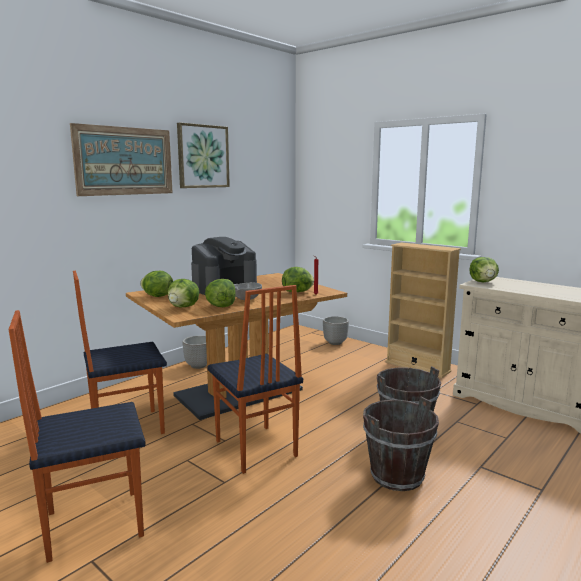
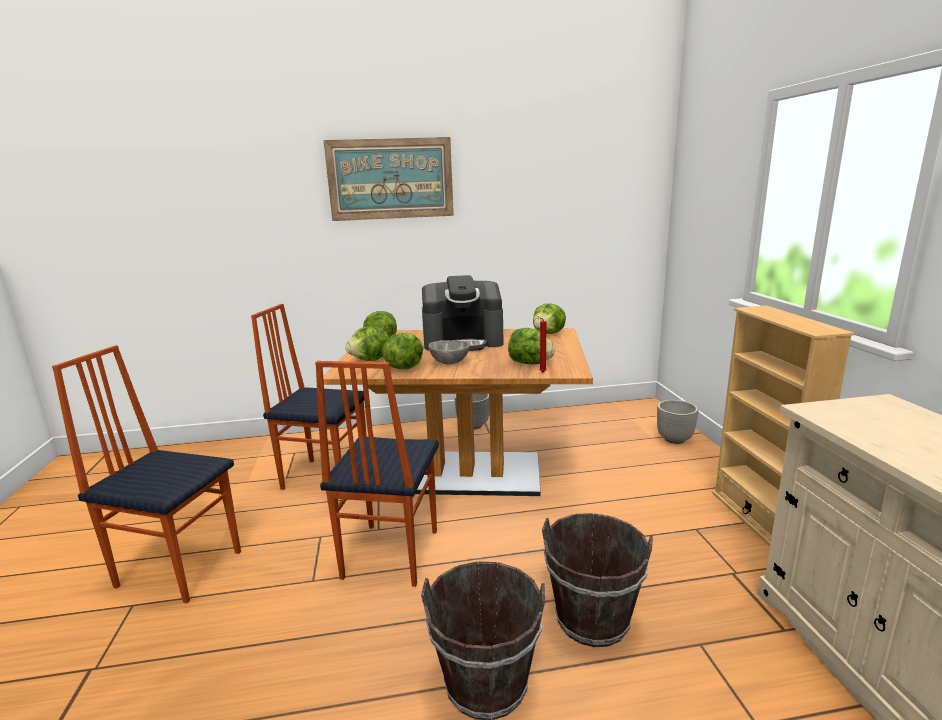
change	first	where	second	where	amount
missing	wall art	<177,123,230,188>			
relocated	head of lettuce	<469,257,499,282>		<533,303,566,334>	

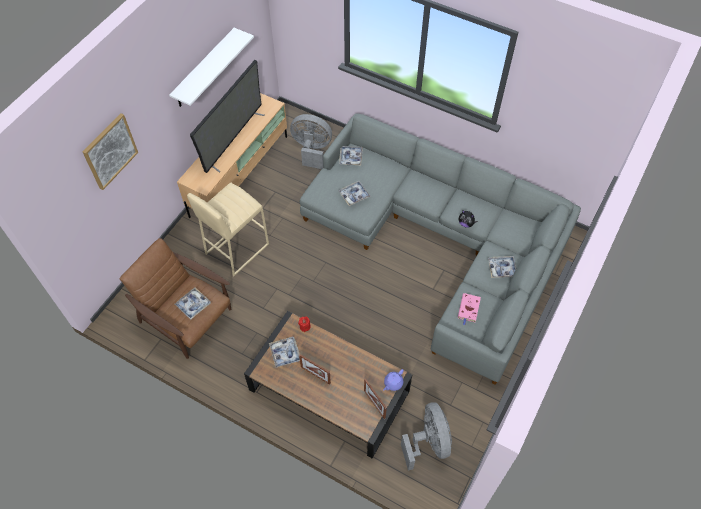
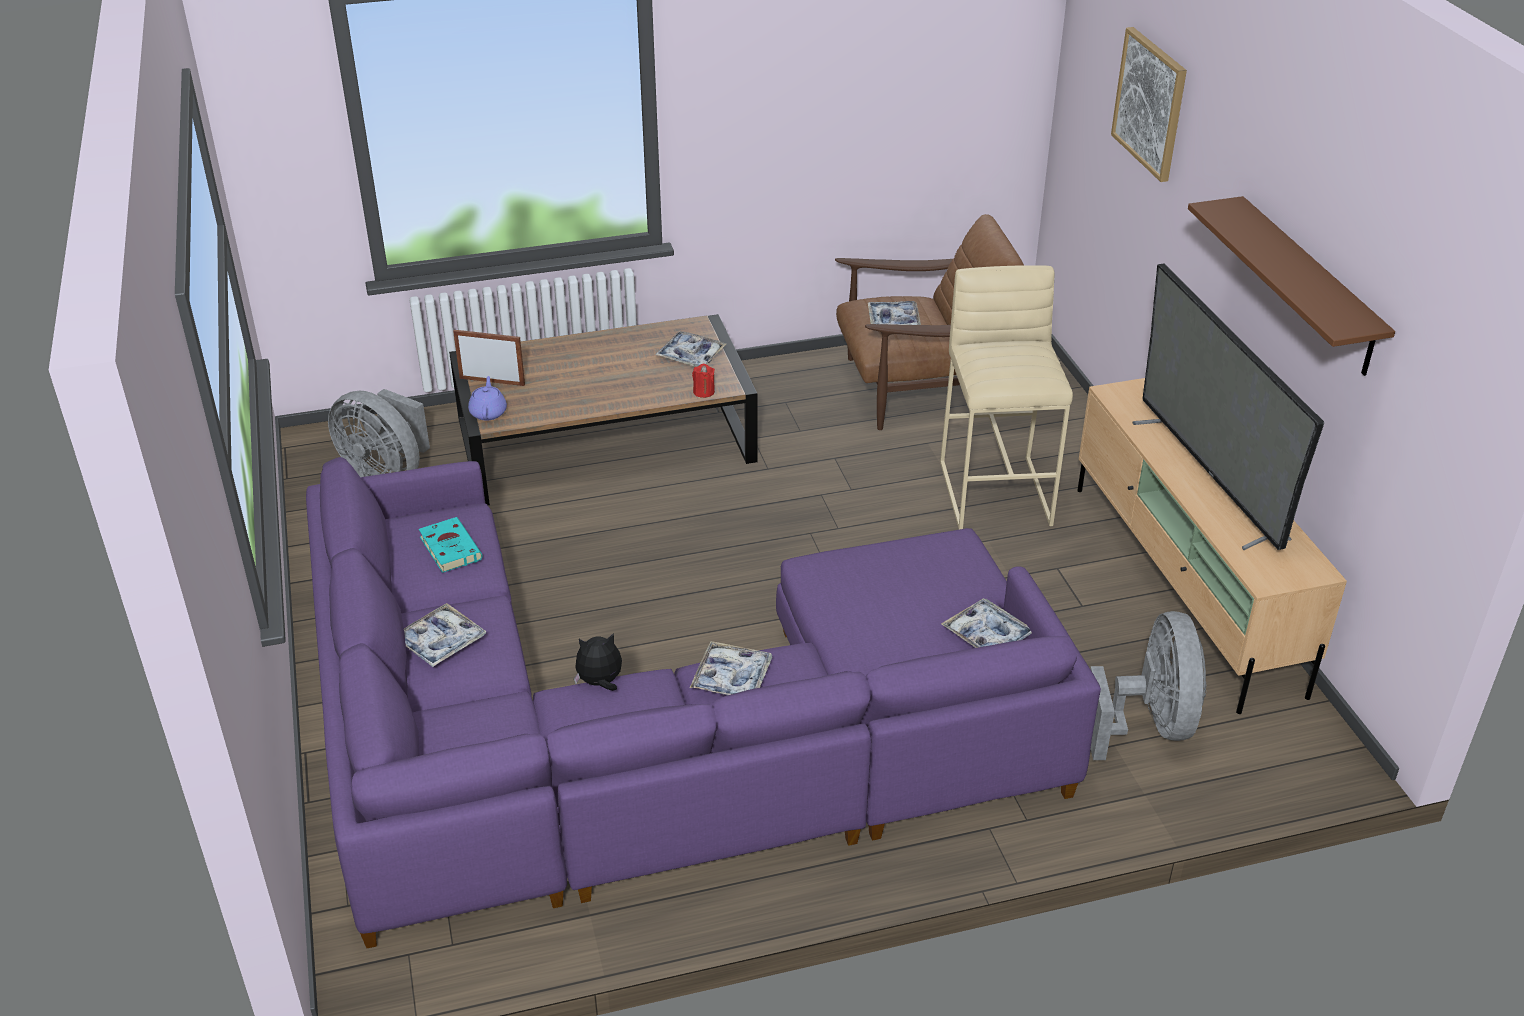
change	first	where	second	where	amount
missing	picture frame	<299,354,331,385>			
relocated	carrying tray	<338,181,371,206>		<690,641,773,695>	
colour	whitish wall shelf	<169,28,254,107>	brown-coloured wall shelf	<1188,196,1395,376>	
colour	greyish sofa	<300,114,581,384>	purple sofa	<306,457,1101,948>	
colour	pink volume	<458,293,481,325>	turquoise-coloured volume	<419,517,482,573>	
spun	greyish cooling fan	<290,114,332,169>		<1090,611,1207,760>	60 degrees counterclockwise

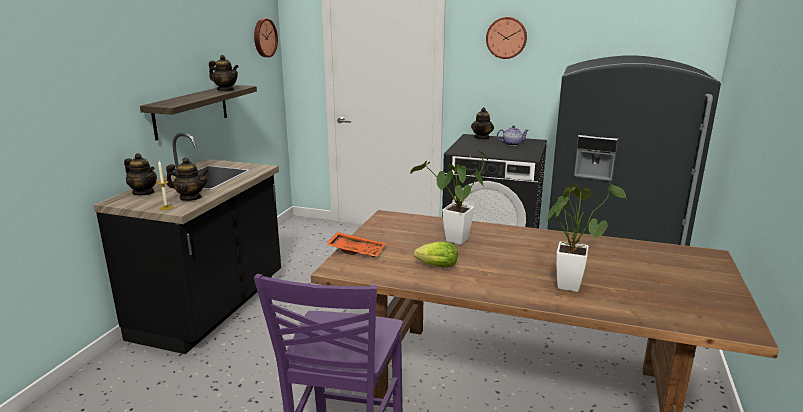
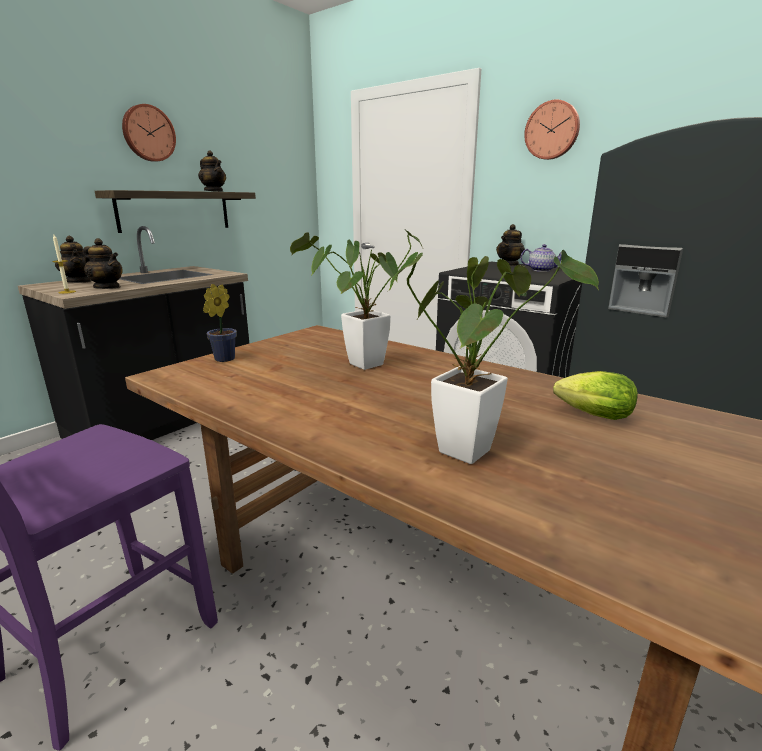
change	first	where	second	where	amount
relocated	wall clock	<254,19,278,57>		<122,104,176,162>	
relocated	head of lettuce	<414,242,458,268>		<553,371,638,420>	
exchanged	orange carrying tray	<326,232,386,257>	plant in a pot	<203,284,237,362>	

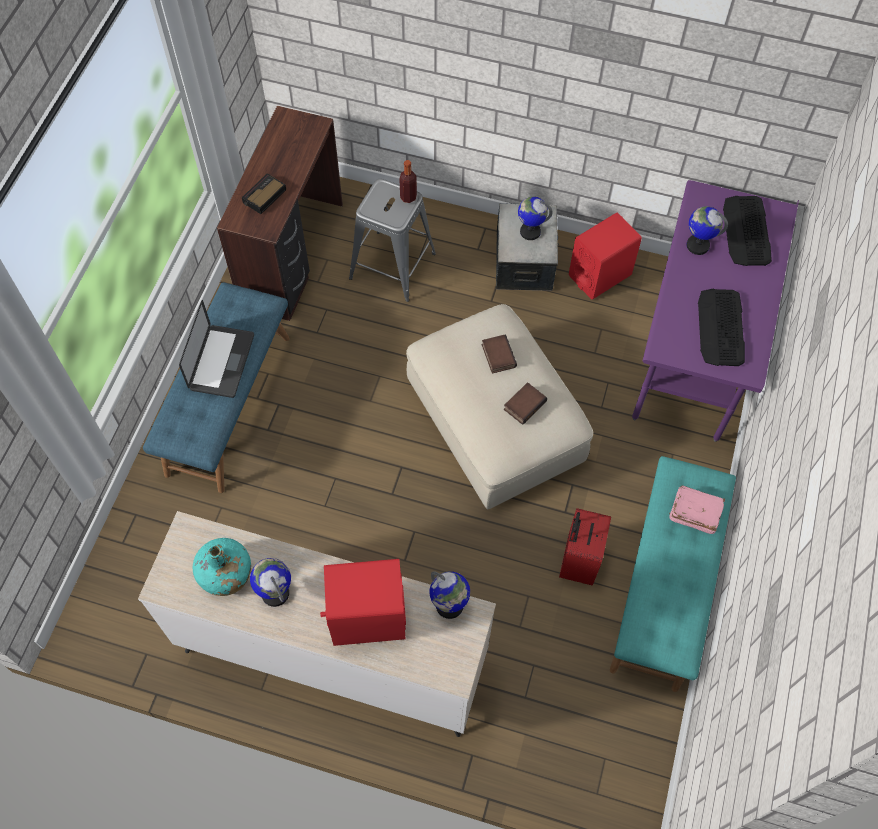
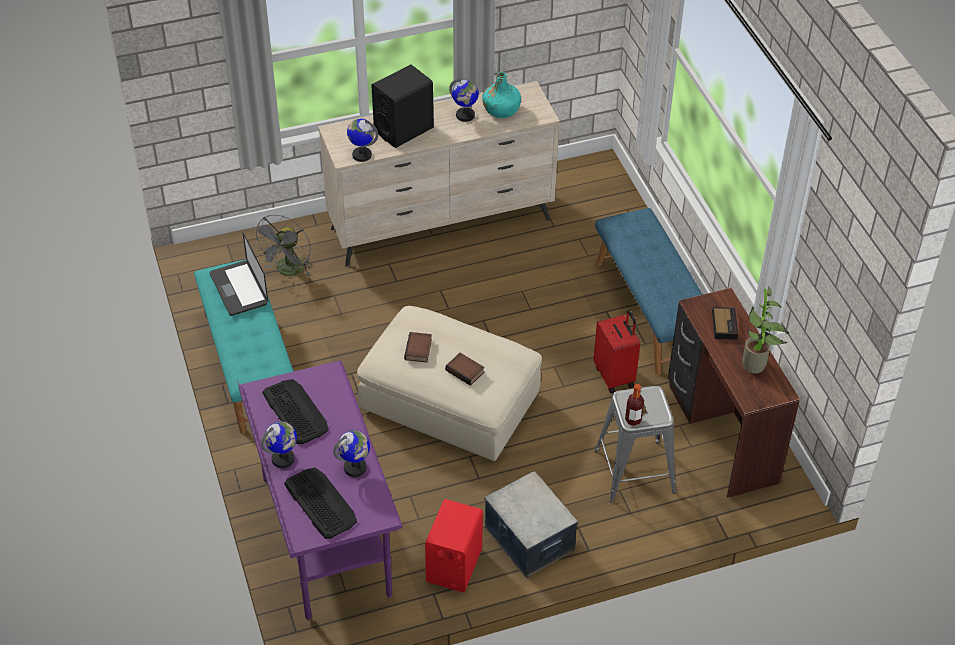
change	first	where	second	where	amount
missing	pink volume	<669,485,725,534>			
appeared			greyish cooling fan	<252,215,314,276>	
appeared			plant in a pot	<742,286,789,373>	
relocated	portable computer	<179,300,254,398>		<210,232,268,316>	
relocated	desk globe	<518,196,553,240>		<261,421,297,468>	
relocated	red suitcase	<559,508,611,586>		<594,310,640,393>	
colour	red audio speaker	<320,559,406,646>	black audio speaker	<371,64,434,148>	

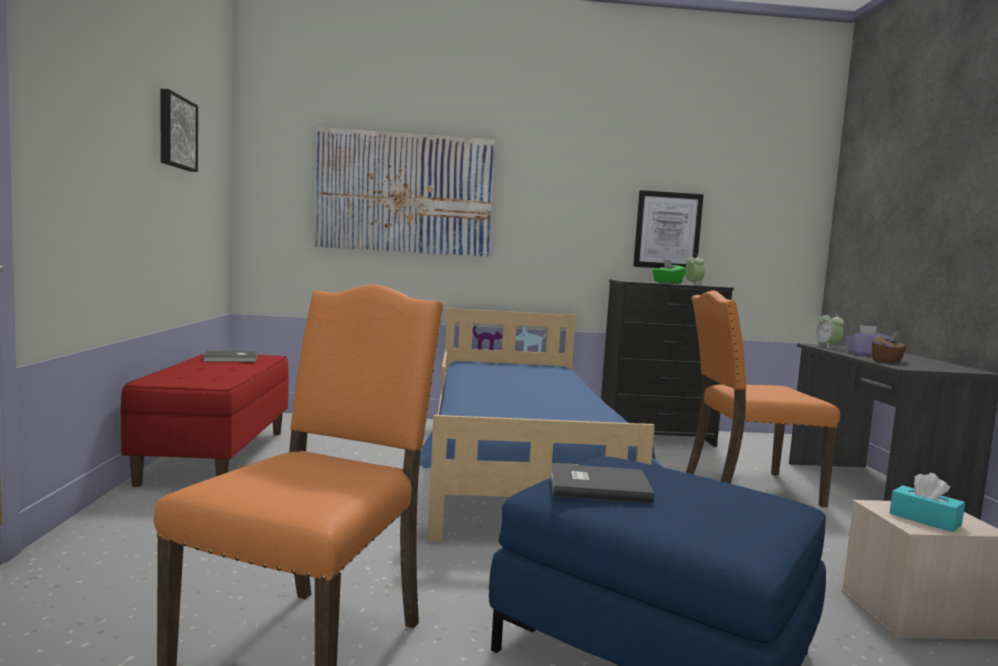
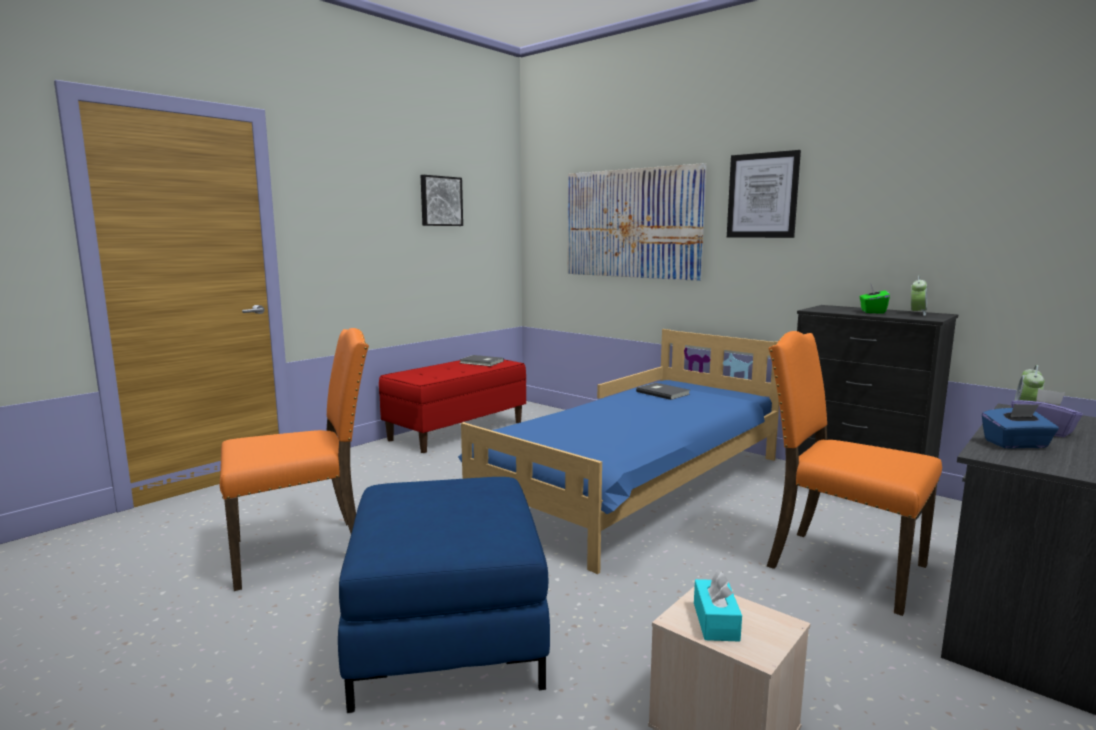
change	first	where	second	where	amount
relocated	greyish volume	<551,463,654,504>		<636,383,690,400>	
relocated	wall art	<633,190,704,268>		<727,150,801,238>	
colour	brown-coloured tissue box	<872,331,907,363>	blue-coloured tissue box	<982,404,1059,449>	

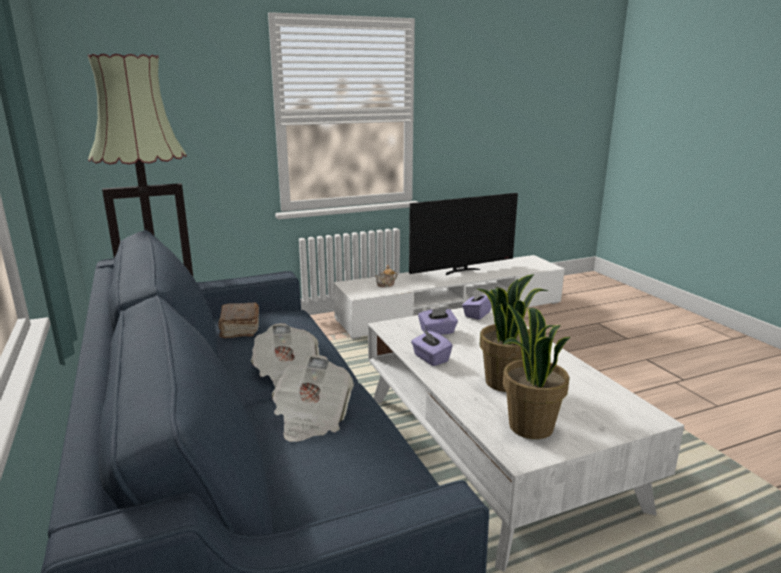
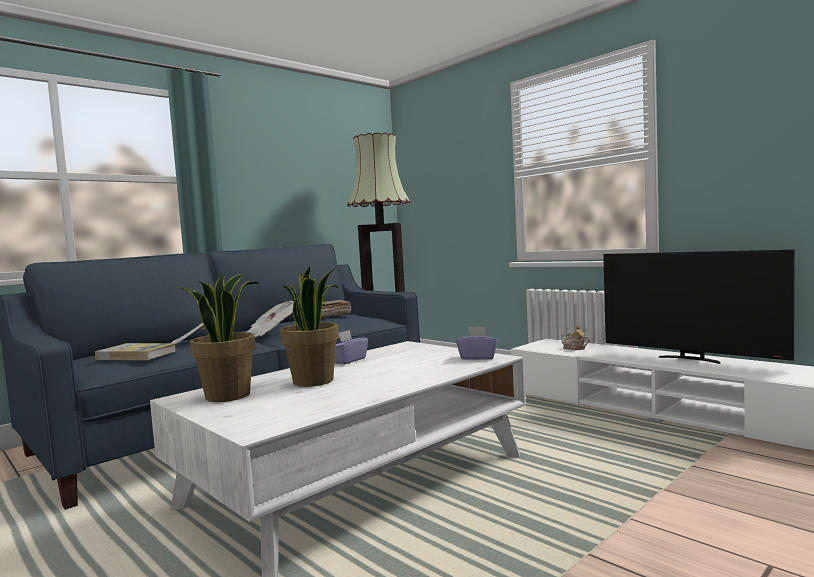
change	first	where	second	where	amount
missing	purple tissue box	<418,308,458,335>			
appeared			volume	<95,343,176,360>	

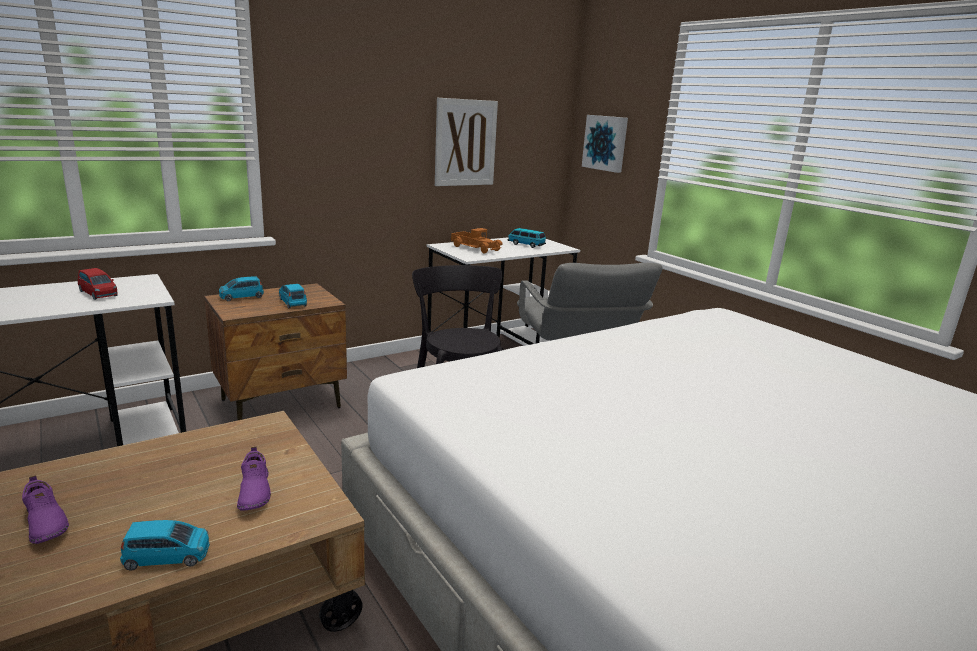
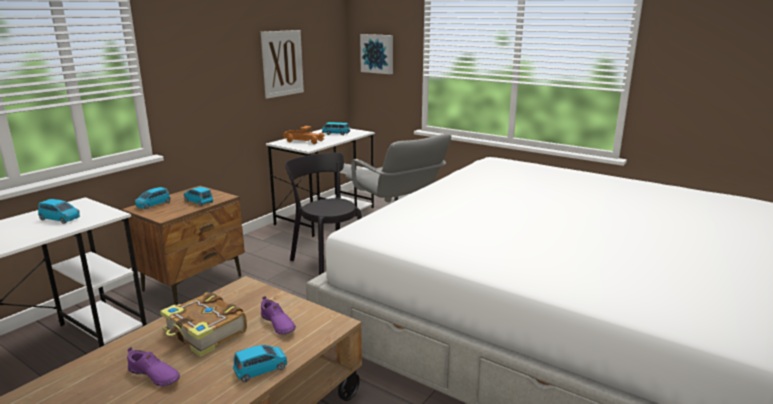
change	first	where	second	where	amount
appeared			volume	<160,292,247,357>	
colour	red model car	<78,268,118,300>	blue-coloured model car	<38,199,80,224>	

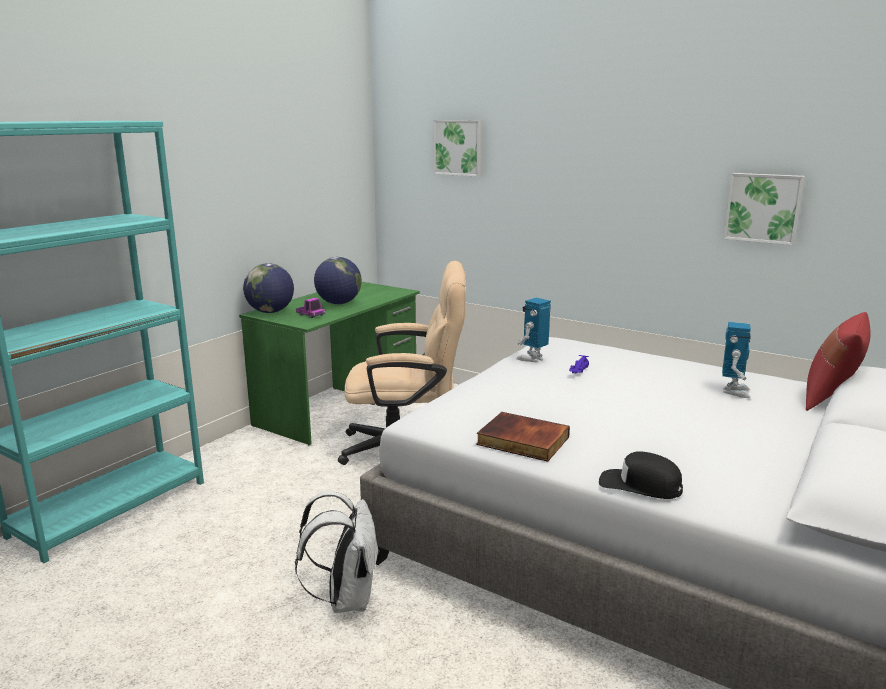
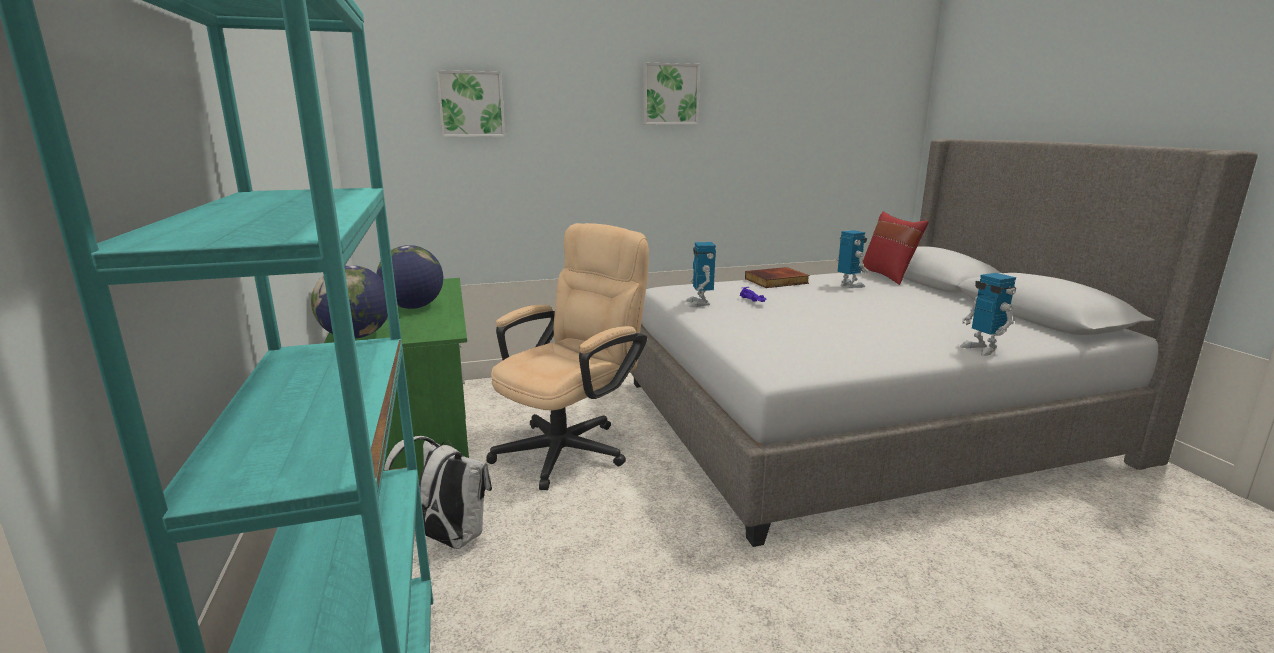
change	first	where	second	where	amount
missing	toy truck	<296,298,325,318>			
relocated	whitish backpack	<295,491,378,613>		<384,436,492,549>	
relocated	volume	<476,412,570,462>		<745,267,810,288>	
relocated	wall art	<723,173,805,245>		<643,63,700,124>	
exchanged	black cap	<599,451,683,499>	toy robot	<960,273,1016,356>	

